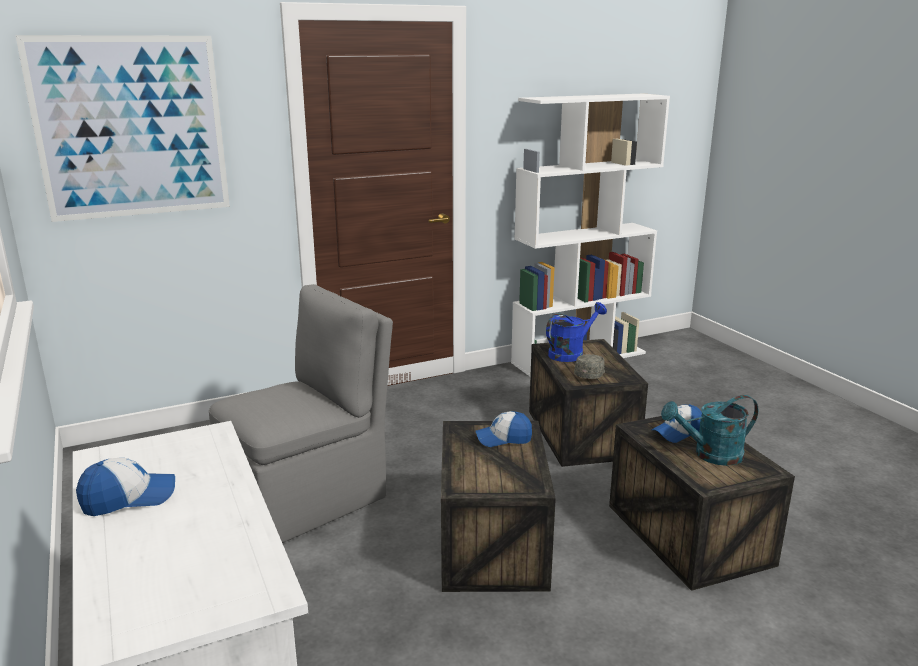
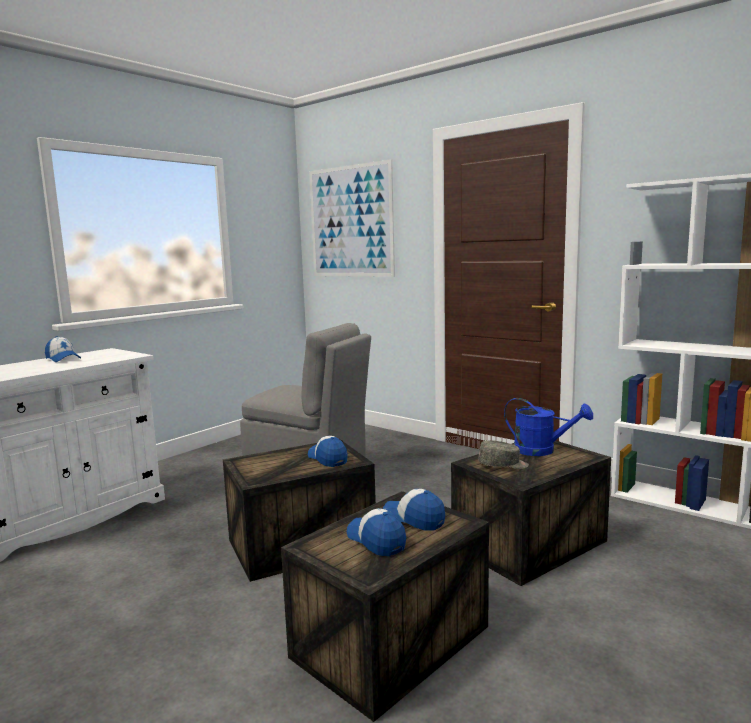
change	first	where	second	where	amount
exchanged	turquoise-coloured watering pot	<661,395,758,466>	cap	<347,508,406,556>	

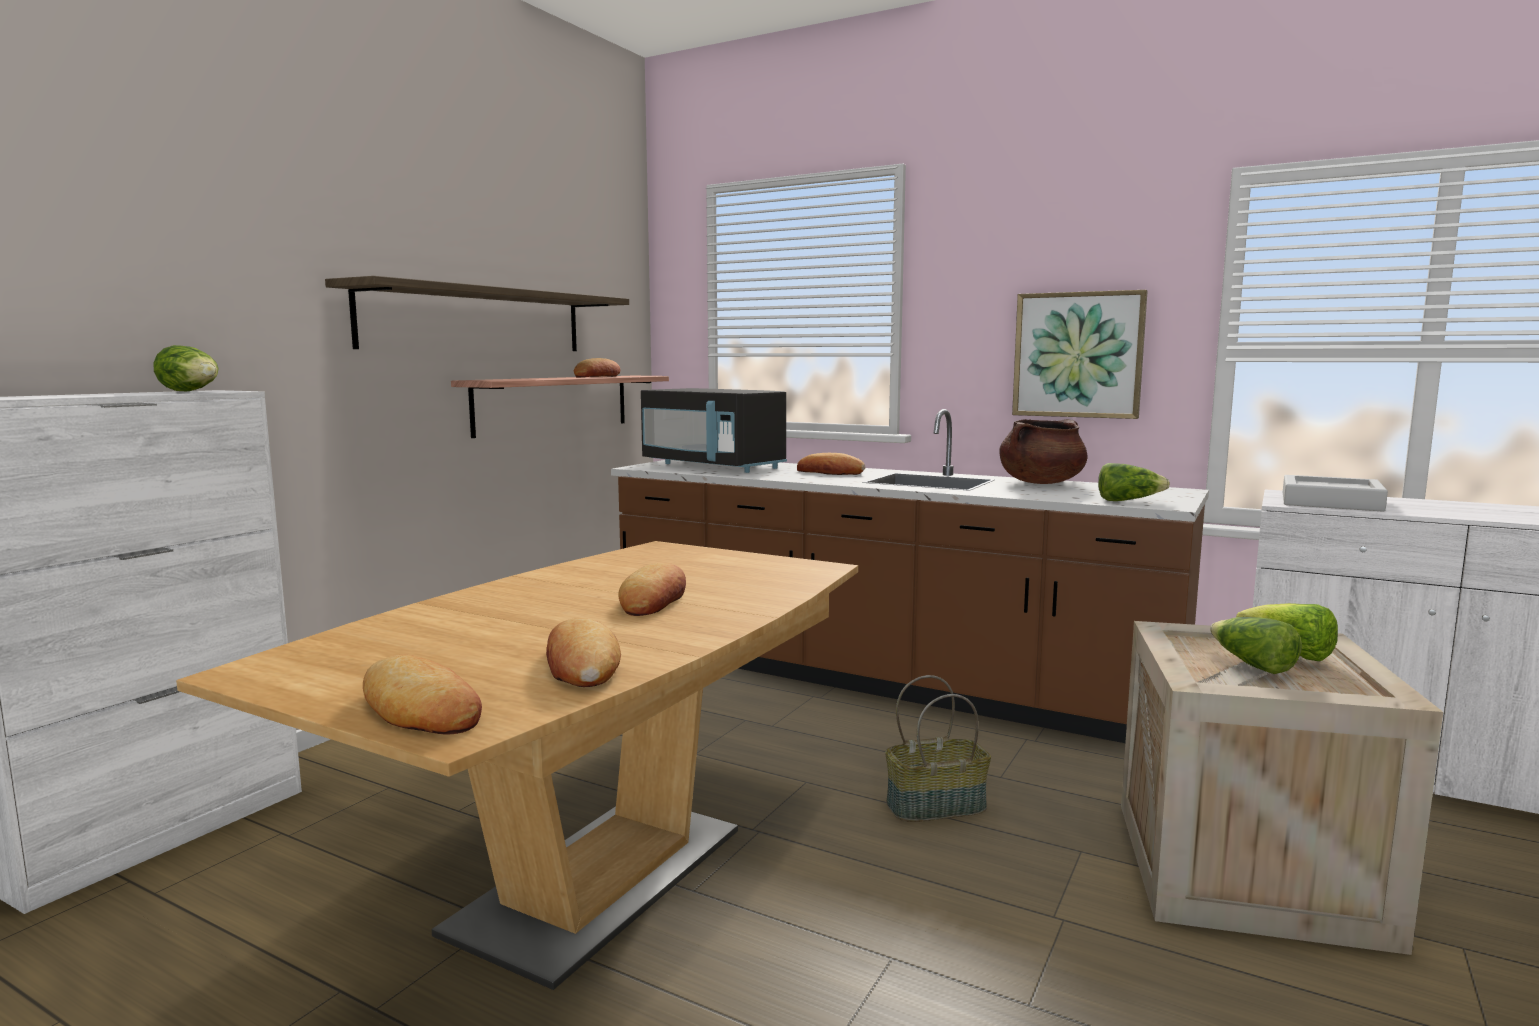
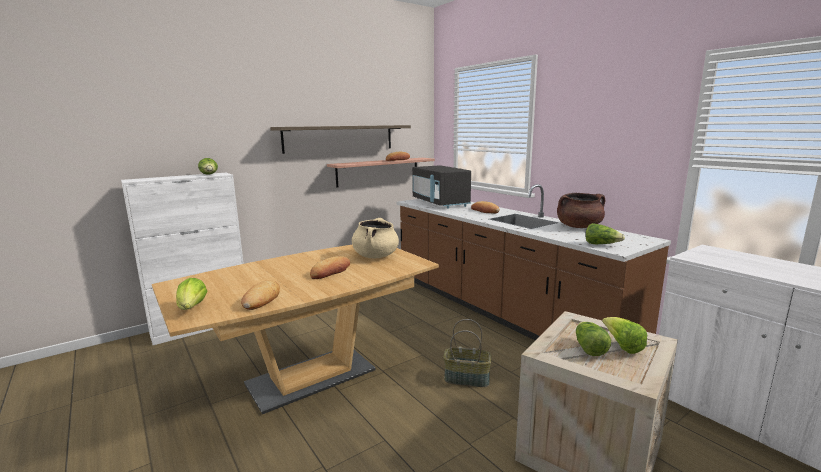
change	first	where	second	where	amount
missing	wall art	<1012,290,1148,419>			
missing	greyish carrying tray	<1283,475,1388,512>			
appeared			beige cooking pot	<352,218,399,258>	
exchanged	bakery bread	<363,654,482,735>	head of lettuce	<176,278,207,310>	

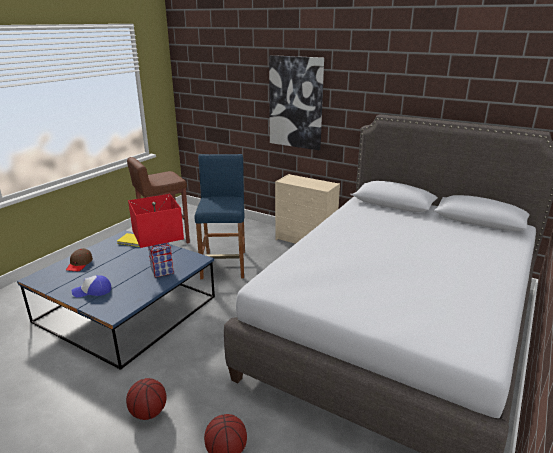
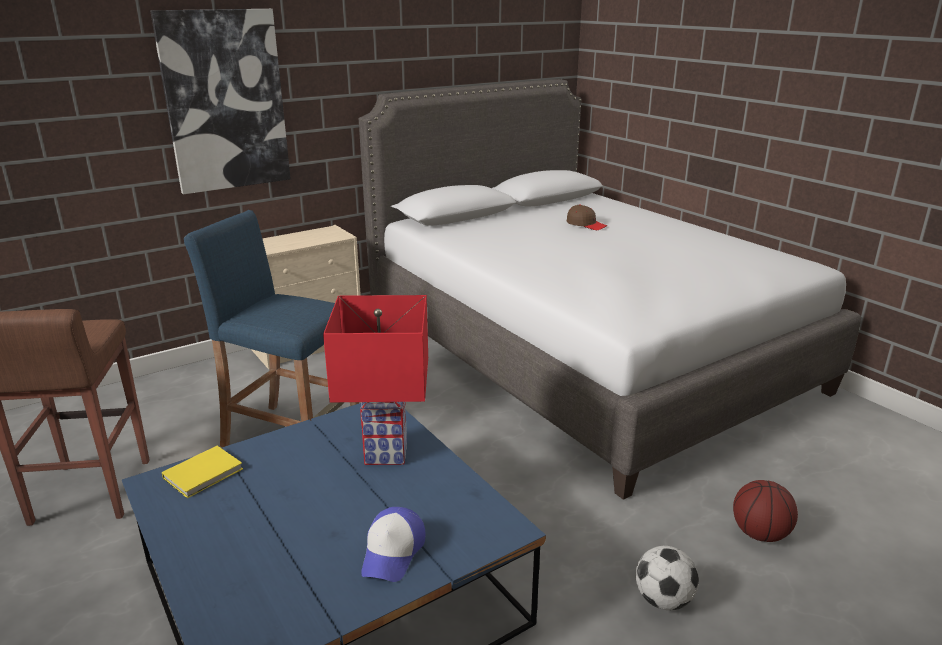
change	first	where	second	where	amount
relocated	brown-coloured cap	<66,248,93,271>		<567,204,607,230>	
exchanged	basketball ball	<126,378,167,420>	ball for football	<636,546,699,610>	

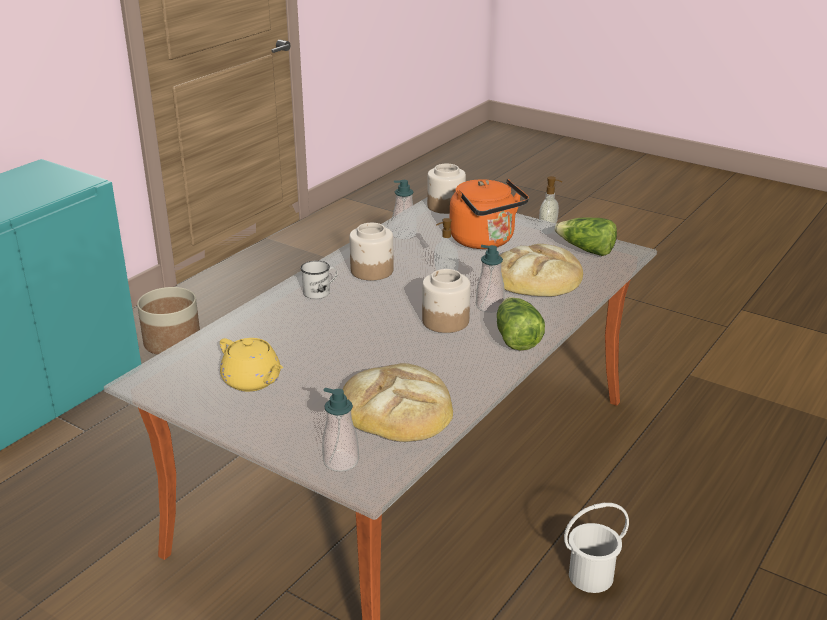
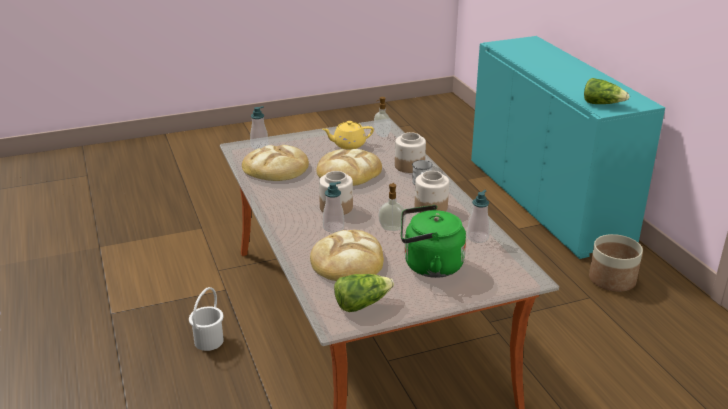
change	first	where	second	where	amount
appeared			bakery bread	<316,149,382,186>	
relocated	preserve jar	<427,164,466,214>		<395,132,426,173>	
relocated	head of lettuce	<497,297,545,351>		<584,78,629,104>	
relocated	soap bottle	<539,176,562,234>		<374,97,391,137>	
colour	orange water kettle	<450,179,529,249>	green water kettle	<401,205,466,278>	

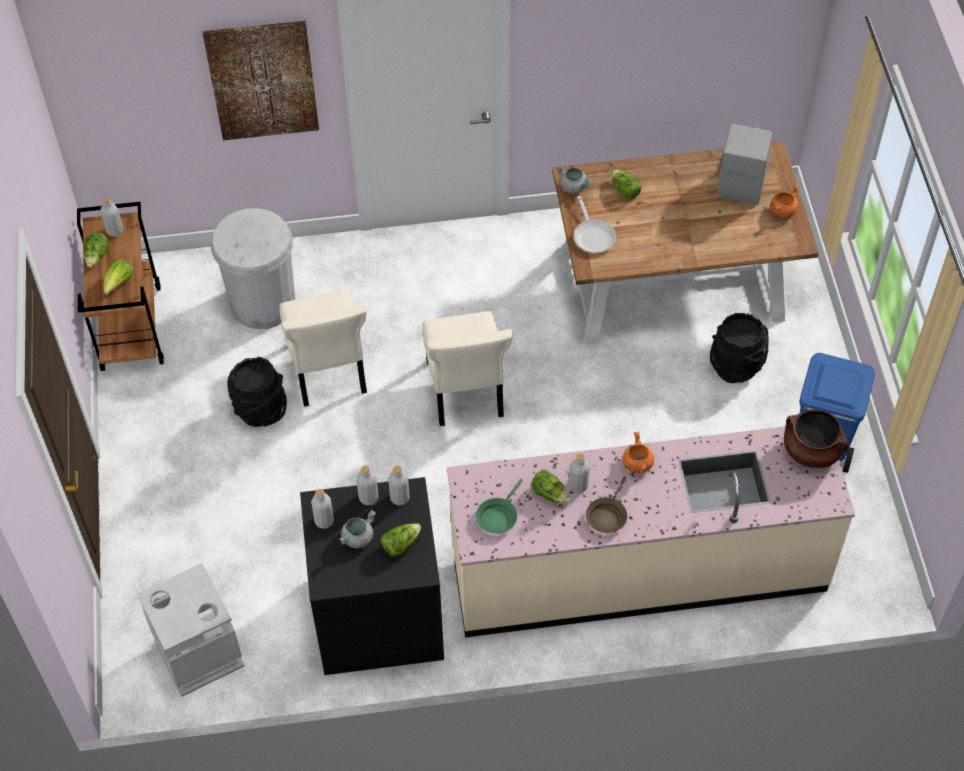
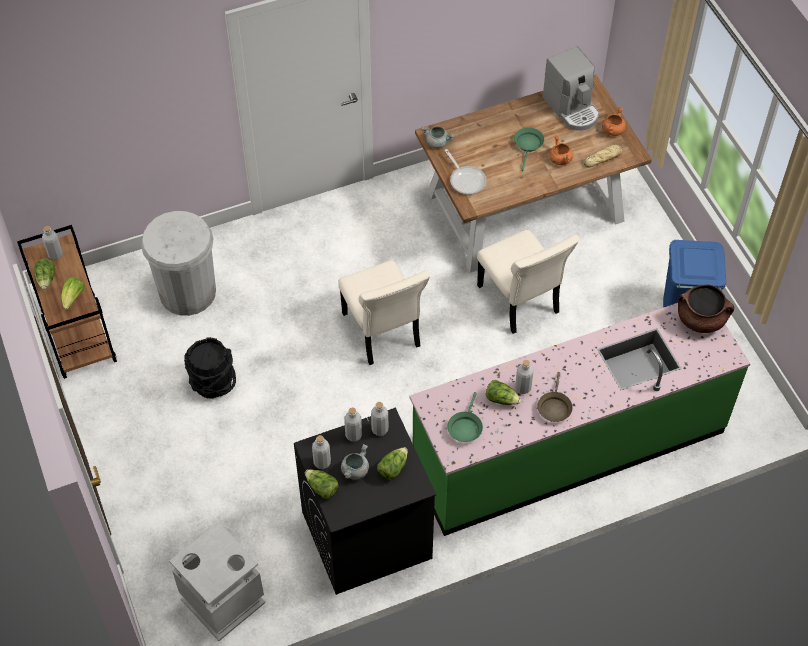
change	first	where	second	where	amount
missing	wall art	<203,21,319,140>			
missing	black water bucket	<710,313,769,383>			
appeared			green skillet	<514,127,544,171>	
appeared			bakery bread	<584,145,622,168>	
relocated	beige upright chair	<279,289,367,407>		<477,229,579,334>	
relocated	head of lettuce	<611,170,642,199>		<305,469,339,499>	
relocated	orange cooking pot	<623,432,654,473>		<550,135,573,165>	
colour	beige counter	<447,426,855,638>	green counter	<410,303,751,536>	
spun	coffee machine	<716,124,773,205>		<543,46,599,131>	150 degrees clockwise

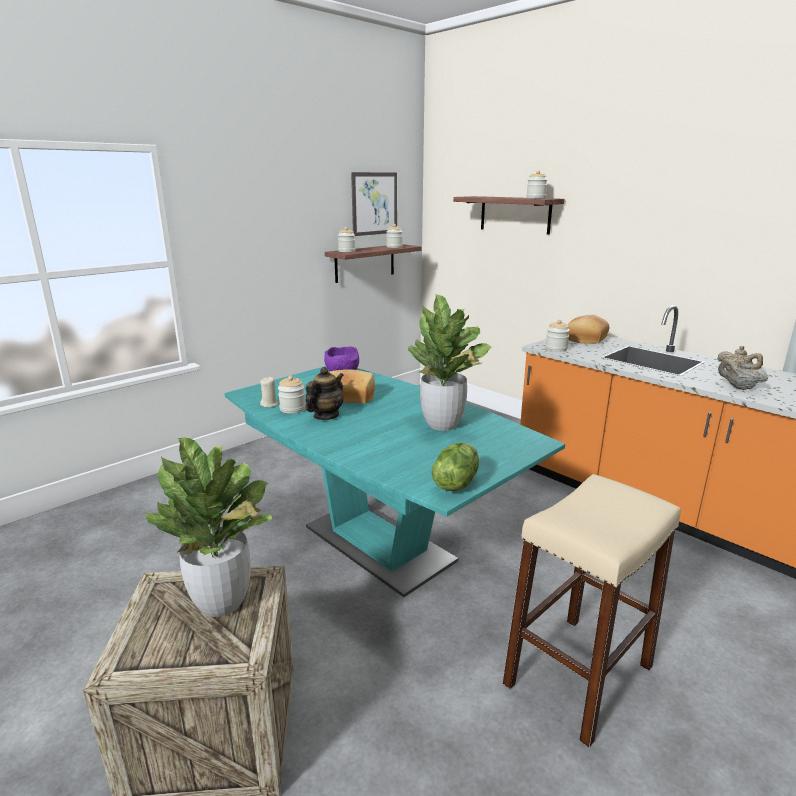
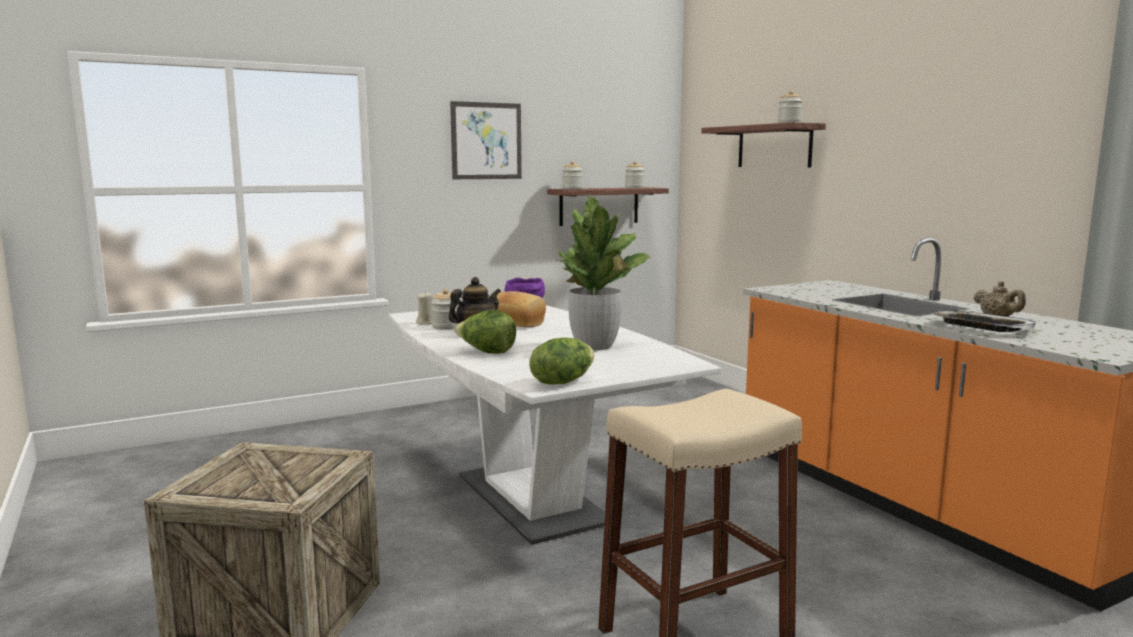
change	first	where	second	where	amount
missing	plant in a pot	<146,437,272,617>			
missing	preserve jar	<545,320,570,351>			
missing	bakery bread	<568,315,609,344>			
appeared			head of lettuce	<455,310,516,354>	
relocated	wall art	<351,172,397,236>		<450,101,522,179>	
exchanged	beige teapot	<718,359,768,390>	carrying tray	<932,311,1036,332>	
colour	turquoise-coloured dinner table	<224,366,565,597>	whitish dinner table	<389,305,721,545>	

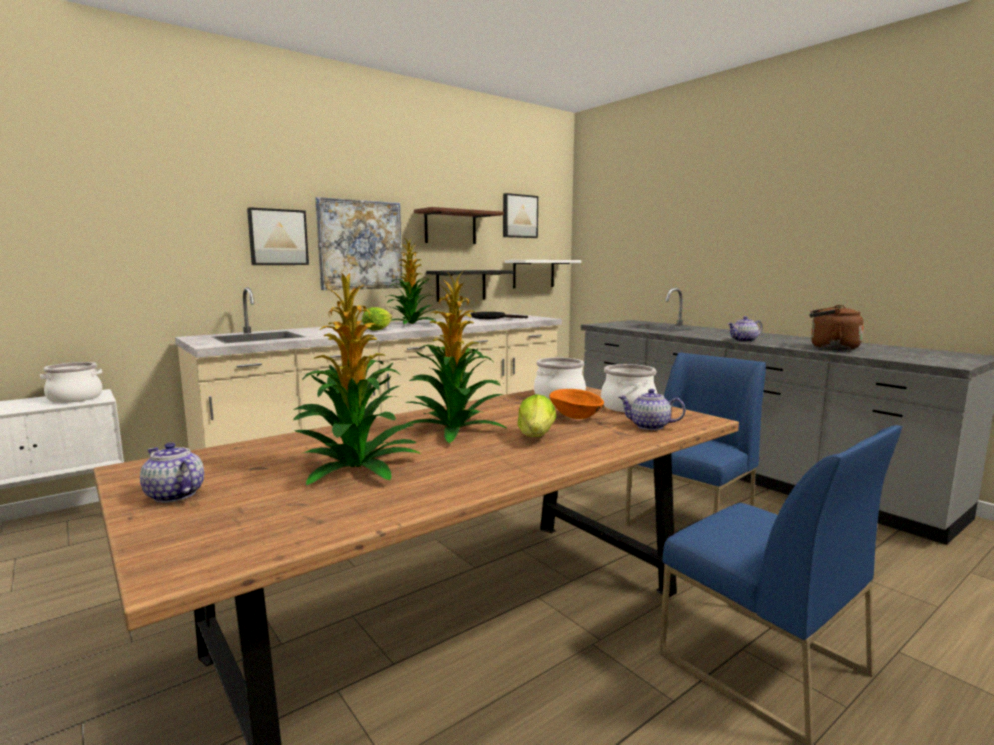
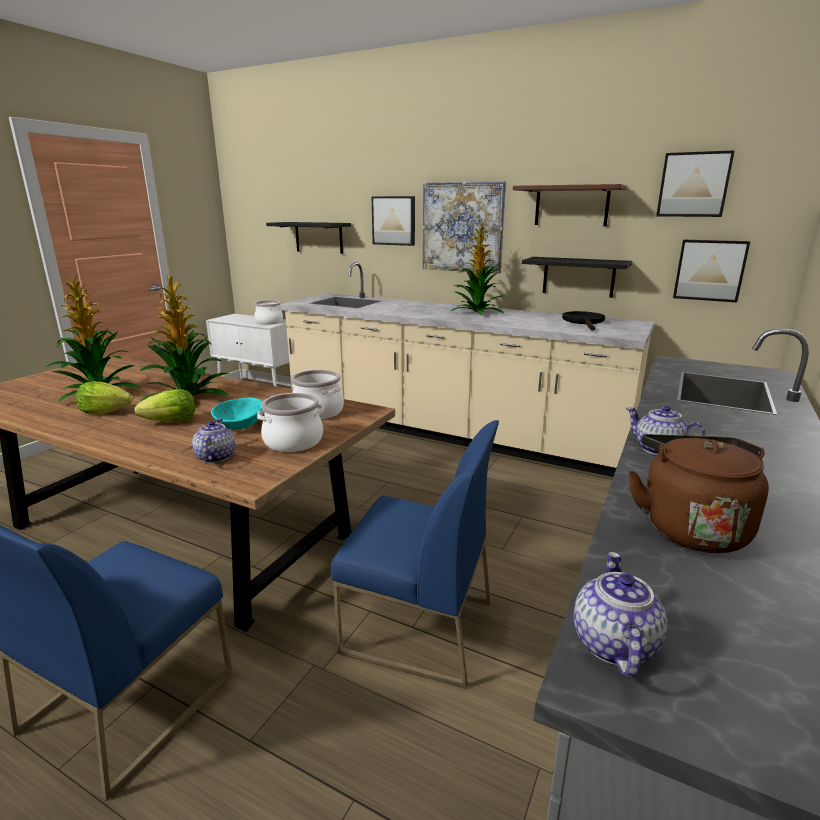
change	first	where	second	where	amount
appeared			black wall shelf	<266,222,351,254>	
relocated	teapot	<140,442,204,503>		<574,552,667,678>	
relocated	head of lettuce	<362,307,392,331>		<76,381,133,414>	
exchanged	whitish wall shelf	<505,260,581,288>	wall art	<673,240,750,303>	
colour	orange deep dish	<549,389,604,419>	turquoise-coloured deep dish	<211,398,262,430>	

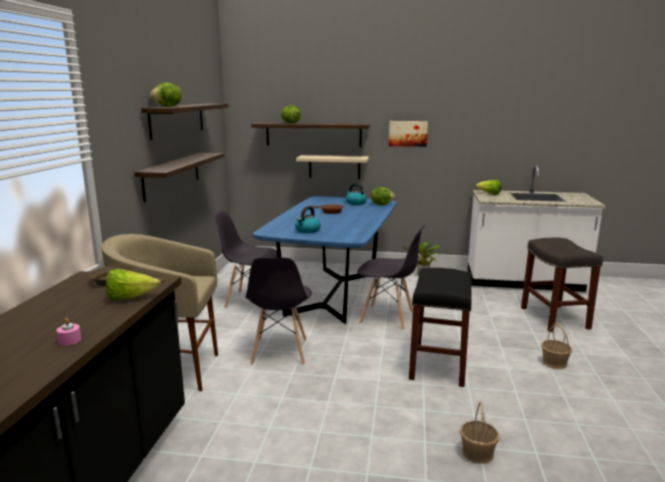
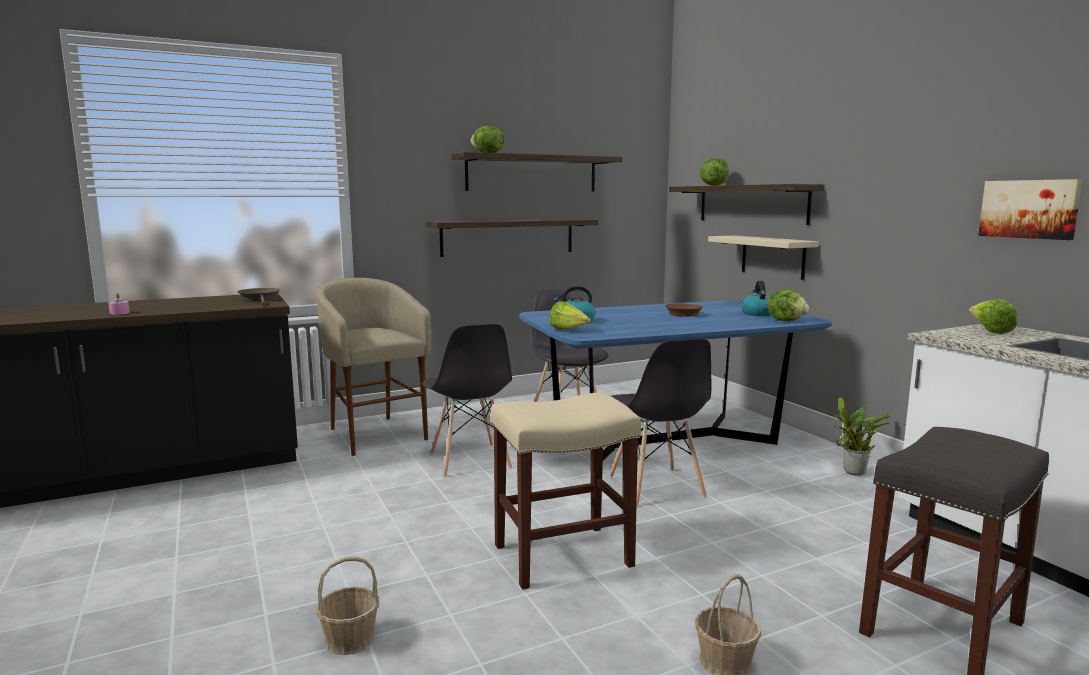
change	first	where	second	where	amount
relocated	head of lettuce	<106,269,160,300>		<550,301,591,329>	
relocated	wall art	<389,121,428,147>		<978,179,1083,240>	
colour	black stool seat	<409,268,472,387>	beige stool seat	<491,393,641,589>	
spun	greyish upright chair	<245,258,312,365>		<423,324,512,478>	75 degrees counterclockwise

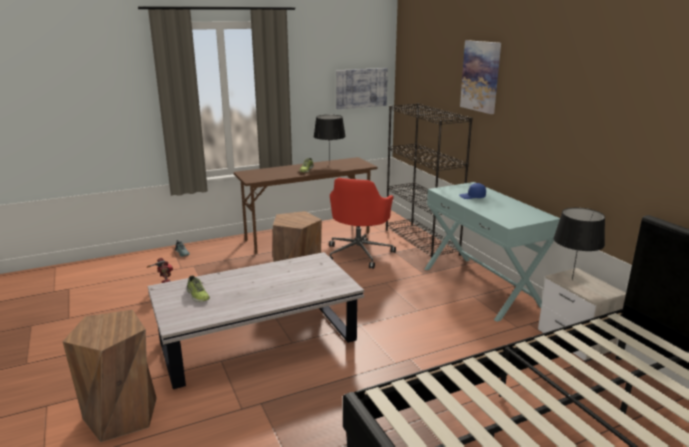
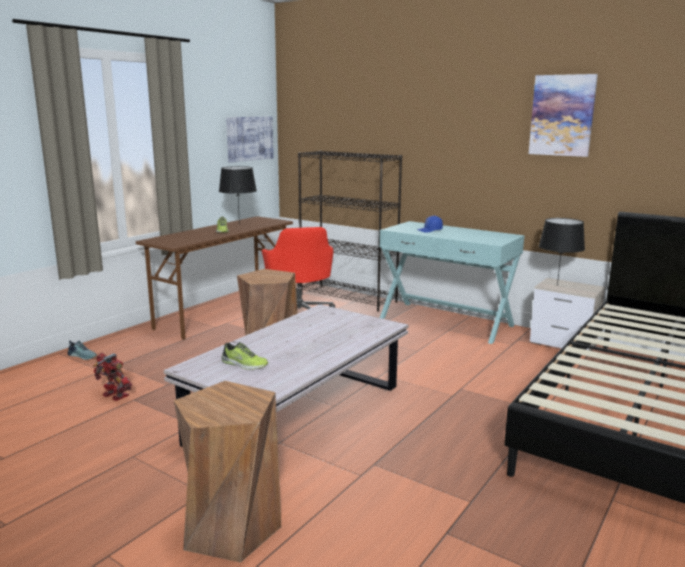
change	first	where	second	where	amount
relocated	wall art	<460,40,501,114>		<529,74,598,157>	

